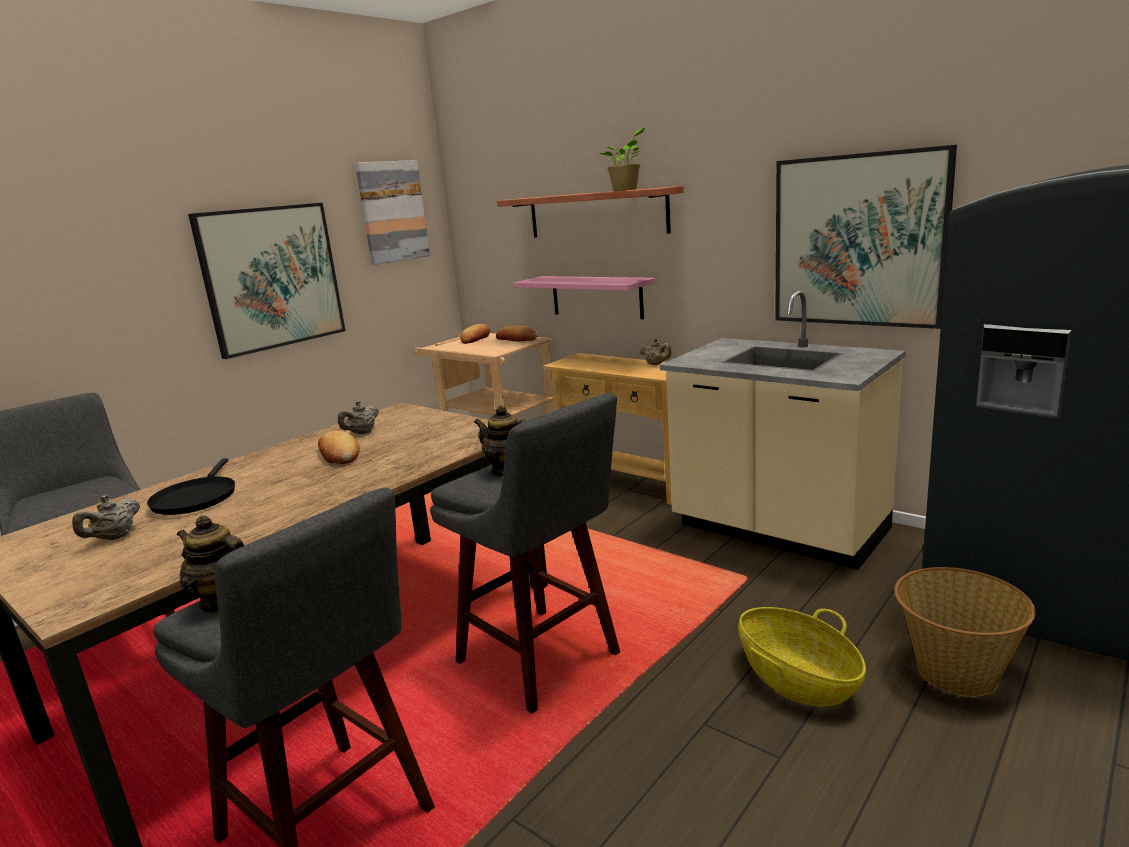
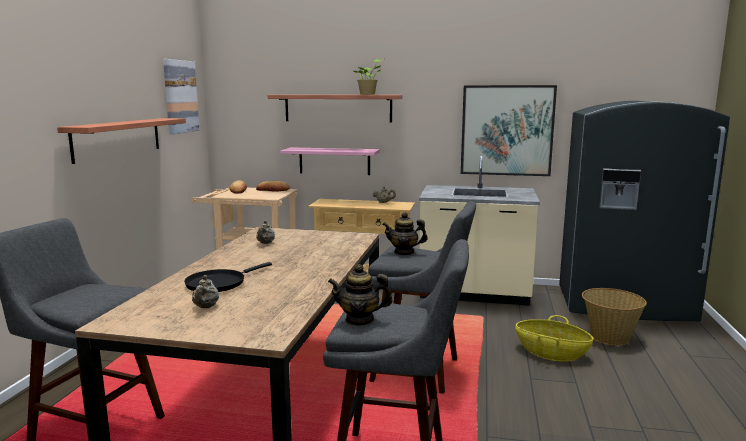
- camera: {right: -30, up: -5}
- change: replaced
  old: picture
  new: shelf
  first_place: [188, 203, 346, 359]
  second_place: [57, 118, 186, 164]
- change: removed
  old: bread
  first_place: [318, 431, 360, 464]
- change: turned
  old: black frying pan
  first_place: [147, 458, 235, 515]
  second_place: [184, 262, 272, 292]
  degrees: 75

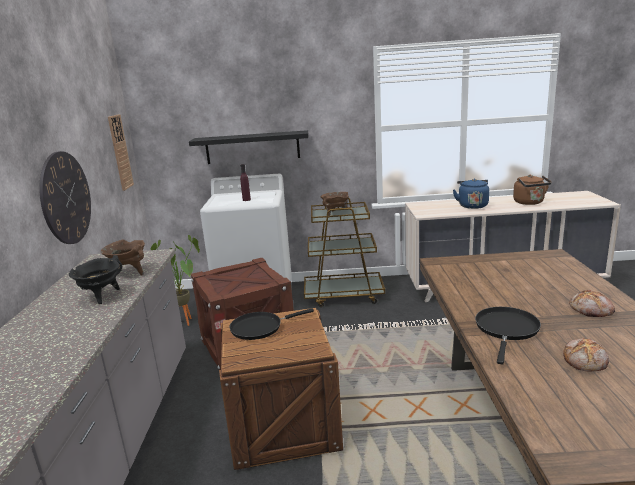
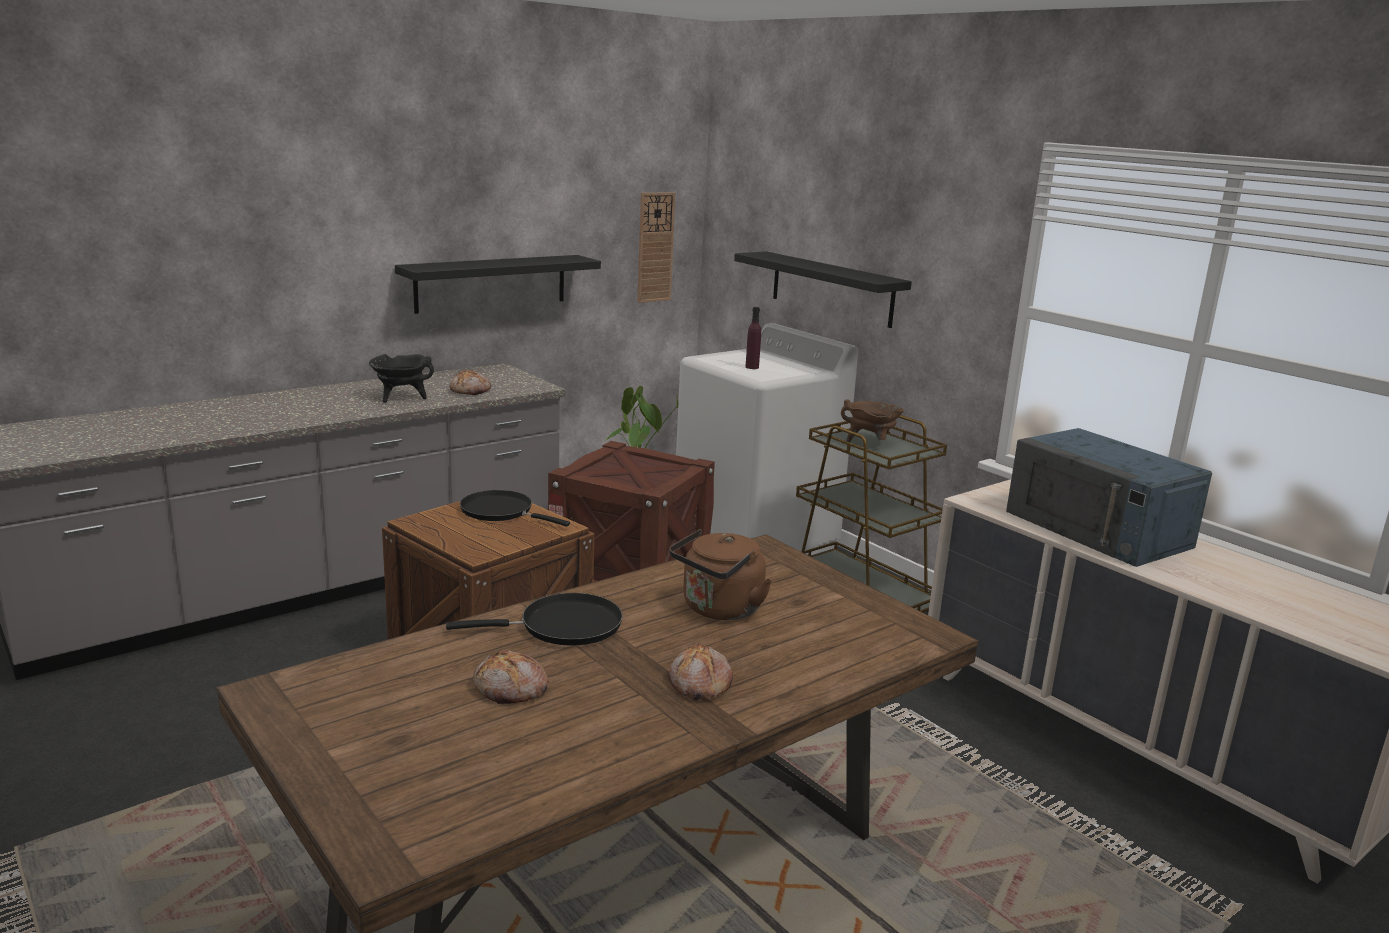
- camera: {right: 50, up: 0}
- change: replaced
  old: wall clock
  new: black shelf
  first_place: [39, 151, 91, 244]
  second_place: [395, 255, 601, 314]
- change: moved
  old: brown kettle
  first_place: [513, 175, 552, 205]
  second_place: [669, 529, 772, 620]
- change: replaced
  old: blue kettle
  new: blue microwave
  first_place: [453, 178, 489, 209]
  second_place: [1006, 428, 1212, 567]
- change: replaced
  old: brown cooking pot
  new: bread
  first_place: [101, 239, 145, 275]
  second_place: [450, 370, 491, 395]

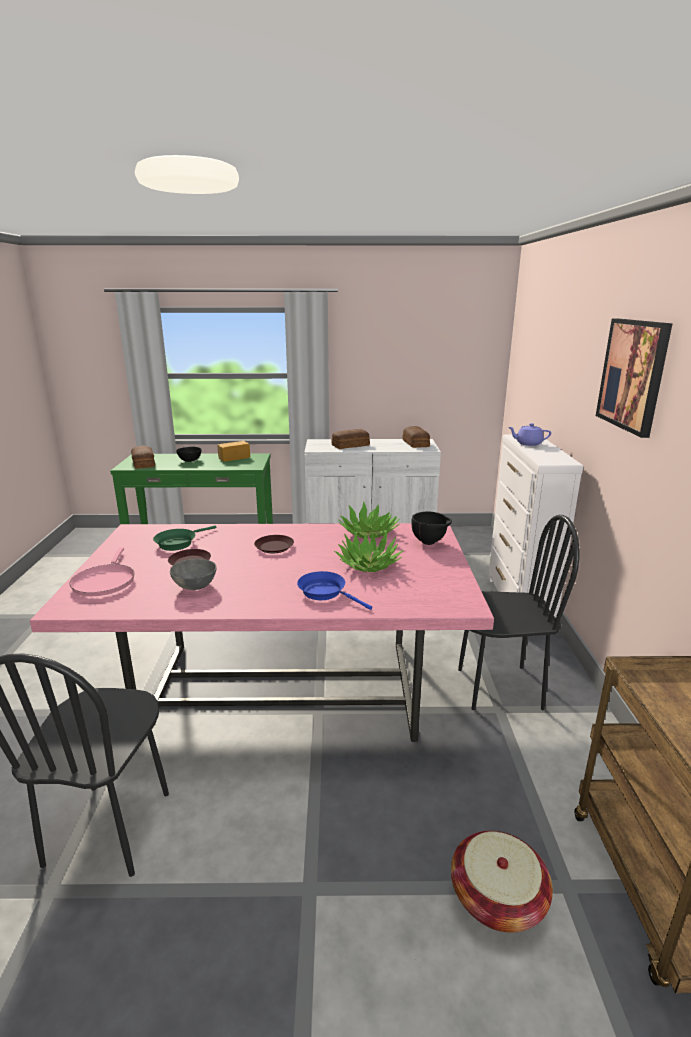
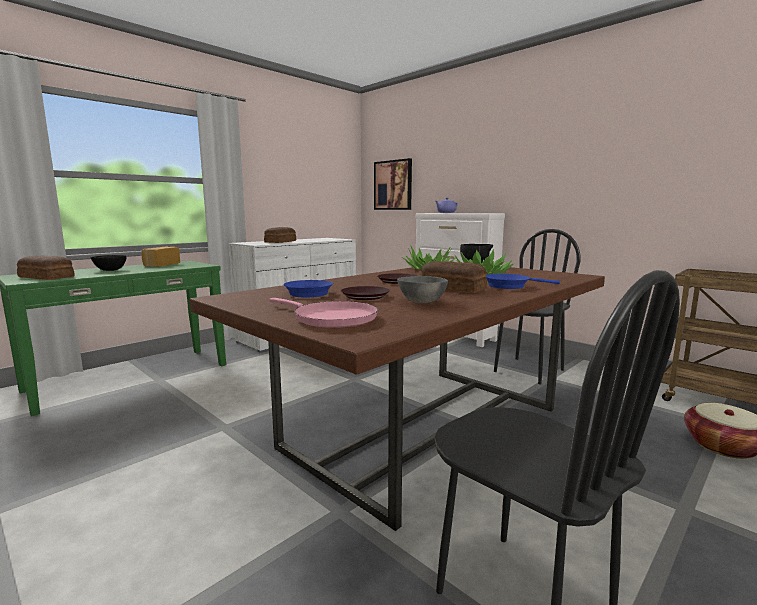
- camera: {right: -45, up: -10}
- change: moved
  old: picture
  first_place: [596, 319, 673, 438]
  second_place: [374, 158, 412, 210]
- change: moved
  old: bread
  first_place: [402, 426, 430, 448]
  second_place: [421, 261, 487, 293]
- change: recoloured
  old: pink dining table
  new: brown dining table
  first_place: [30, 523, 494, 742]
  second_place: [189, 267, 605, 531]
- change: recoloured
  old: green frying pan
  new: blue frying pan
  first_place: [153, 525, 216, 551]
  second_place: [283, 280, 333, 297]

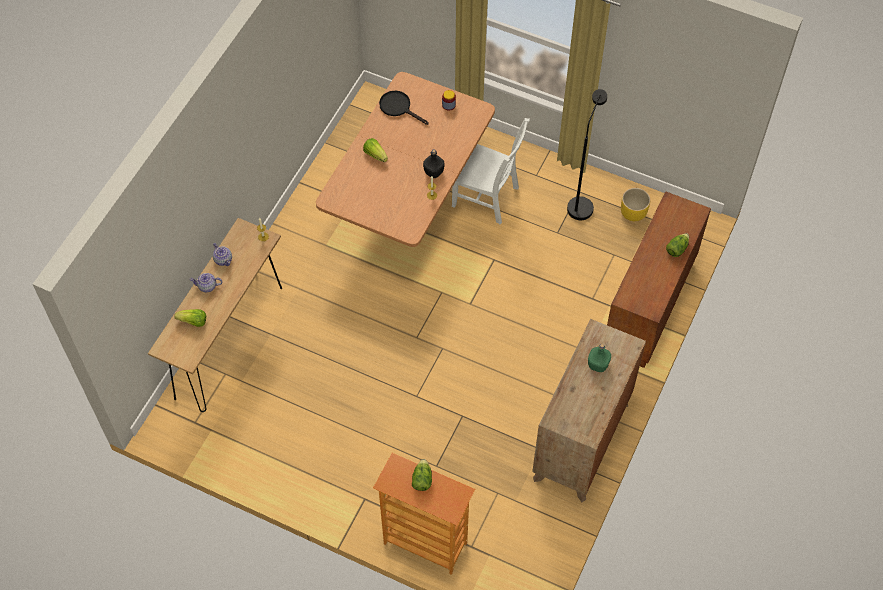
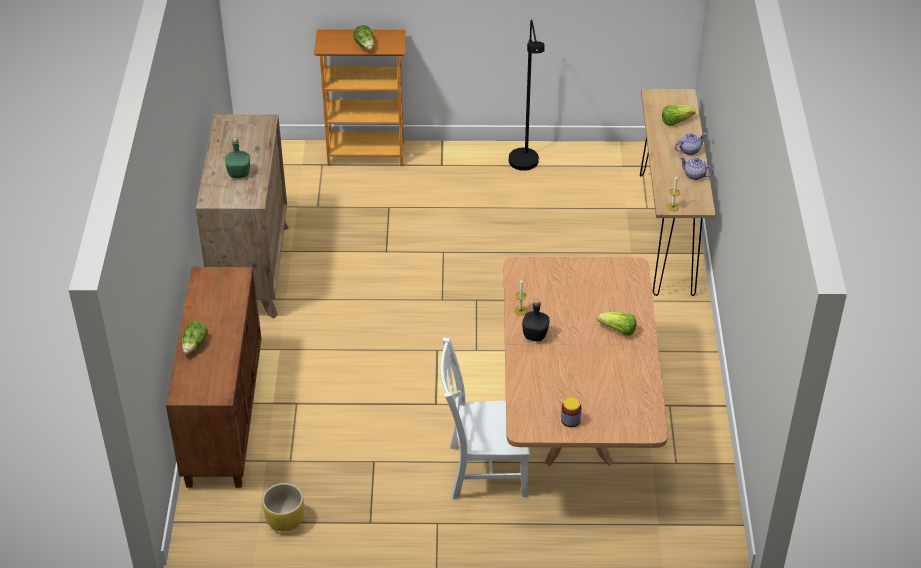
- camera: {right: 155, up: -15}
- change: moved
  old: black floor lamp
  first_place: [567, 89, 607, 220]
  second_place: [509, 19, 545, 171]
- change: removed
  old: black frying pan
  first_place: [379, 91, 429, 125]

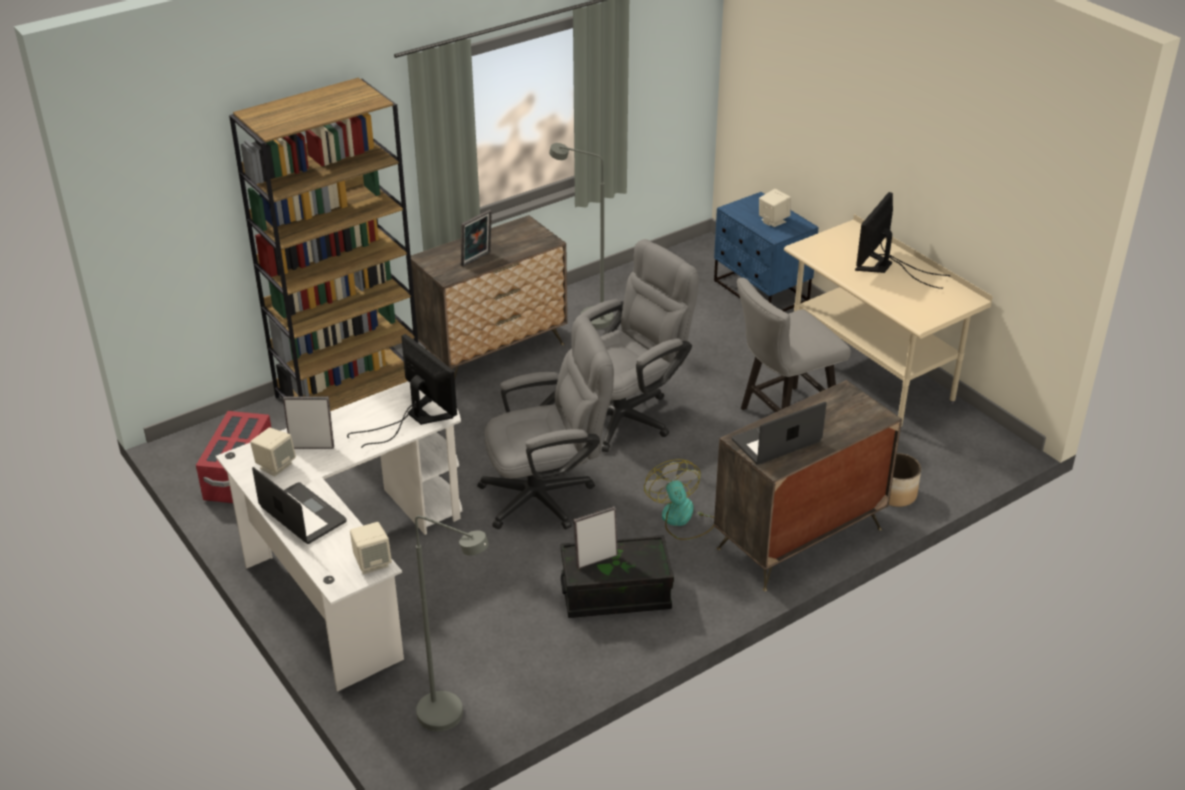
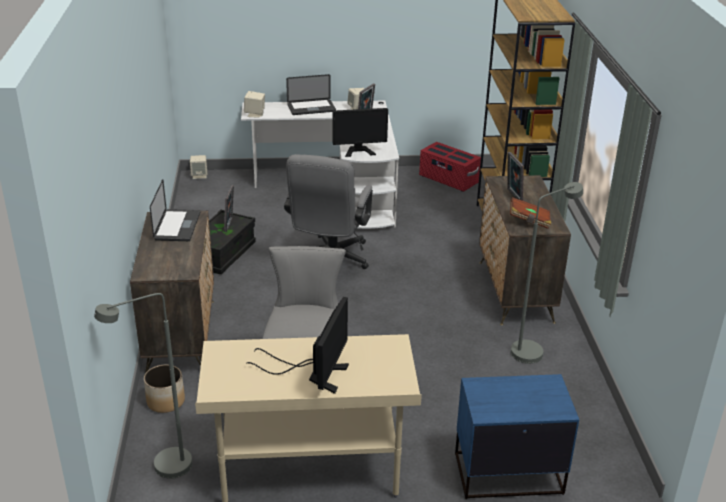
- camera: {right: 120, up: -5}
- change: moved
  old: beige speaker
  first_place: [759, 189, 791, 227]
  second_place: [190, 155, 207, 179]
- change: turned
  old: monitor
  first_place: [855, 192, 950, 289]
  second_place: [246, 297, 349, 394]
  degrees: 45
- change: removed
  old: grey office chair
  first_place: [576, 239, 699, 452]
- change: removed
  old: fan
  first_place: [644, 459, 714, 540]
- change: moved
  old: grey floor lamp
  first_place: [415, 516, 489, 732]
  second_place: [94, 293, 192, 479]
- change: added
  new: brown book
  second_place: [510, 197, 551, 229]

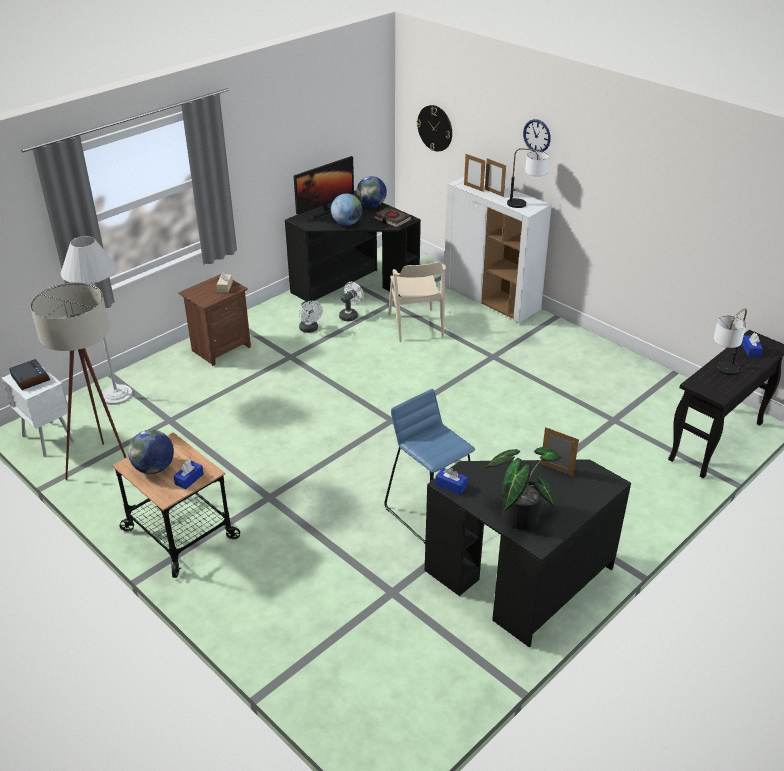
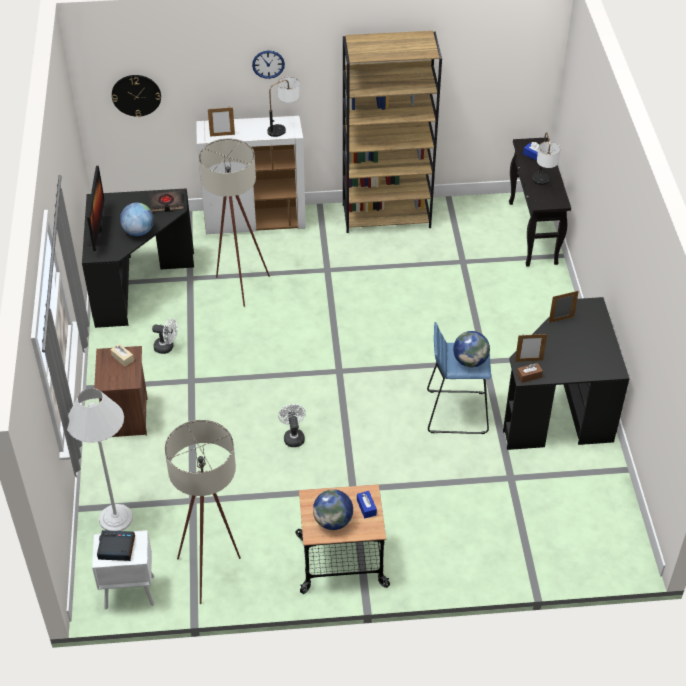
- camera: {right: -50, up: 10}
- change: moved
  old: picture frame
  first_place: [485, 158, 506, 197]
  second_place: [515, 333, 547, 362]
- change: moved
  old: globe
  first_place: [356, 176, 387, 207]
  second_place: [453, 331, 490, 367]
- change: replaced
  old: beige chair
  new: beige floor lamp
  first_place: [388, 262, 446, 342]
  second_place: [199, 138, 270, 307]
- change: moved
  old: white fan
  first_place: [339, 282, 364, 321]
  second_place: [278, 404, 306, 447]
- change: removed
  old: potted plant
  first_place: [485, 447, 561, 530]
- change: recoloured
  old: blue tissue box
  new: brown tissue box
  first_place: [435, 468, 468, 495]
  second_place: [517, 363, 543, 383]
- change: added
  new: brown bookcase
  second_place: [343, 31, 442, 233]

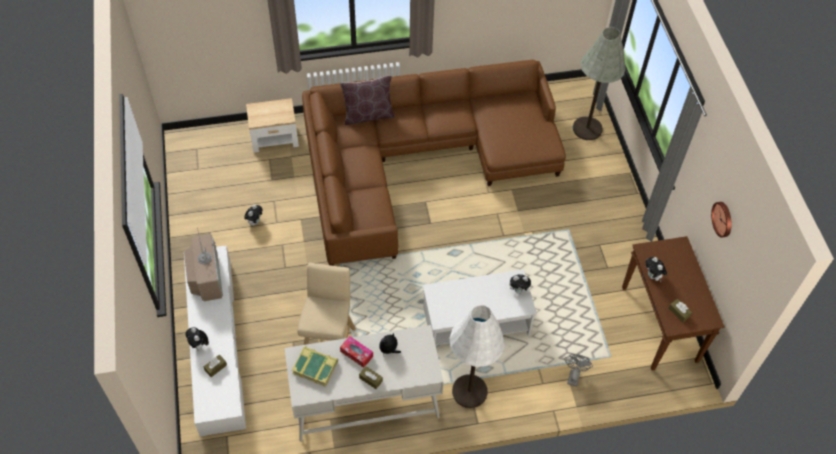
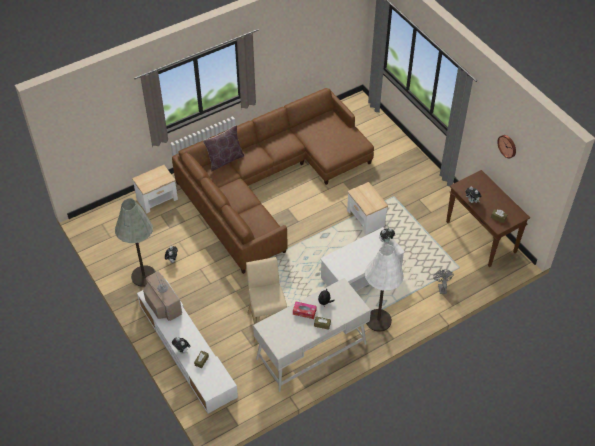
- camera: {right: -20, up: -5}
- change: moved
  old: grey floor lamp
  first_place: [573, 27, 625, 140]
  second_place: [115, 198, 156, 287]
- change: removed
  old: book
  first_place: [292, 346, 338, 387]
- change: added
  new: side table
  second_place: [347, 182, 388, 235]

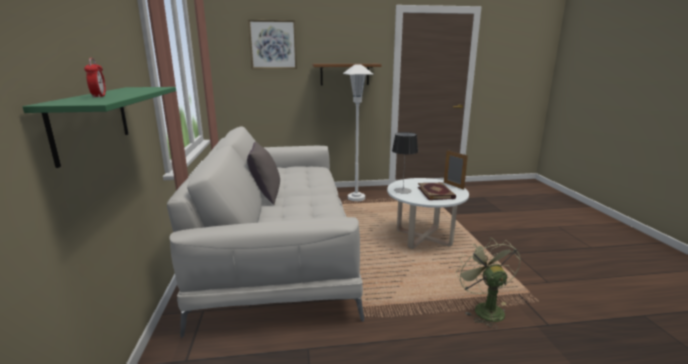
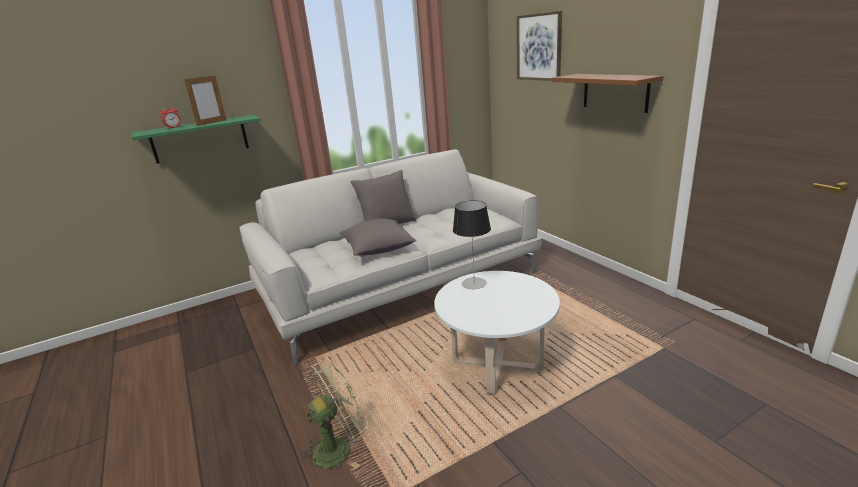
- camera: {right: 70, up: 5}
- change: removed
  old: white floor lamp
  first_place: [343, 65, 374, 201]
- change: moved
  old: picture frame
  first_place: [444, 150, 468, 190]
  second_place: [184, 74, 226, 126]
- change: removed
  old: book
  first_place: [418, 182, 456, 200]
- change: added
  new: grey pillow
  second_place: [339, 219, 416, 256]

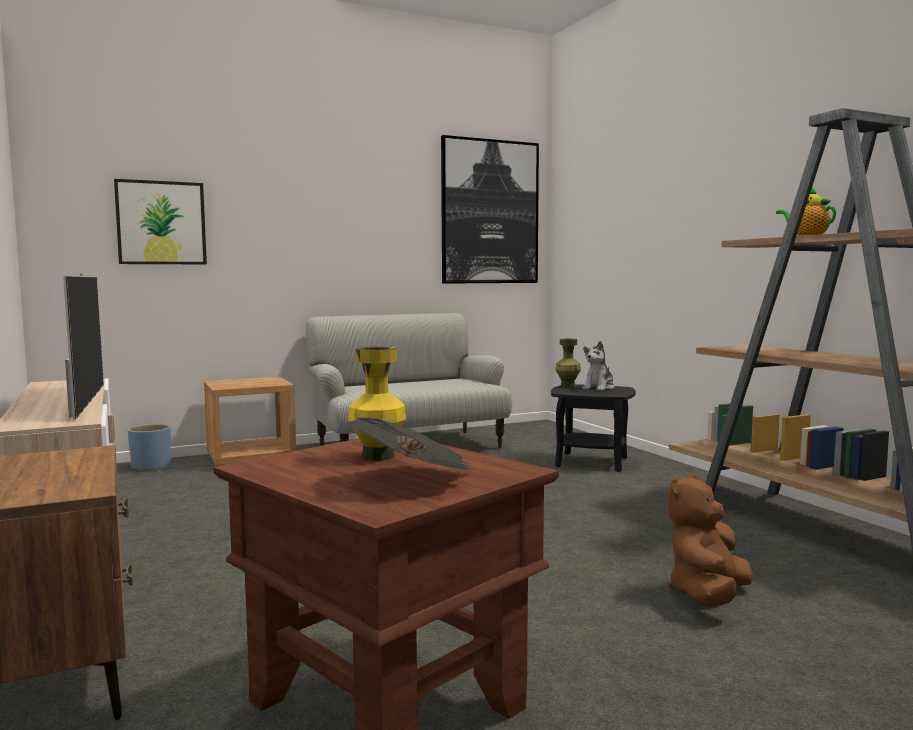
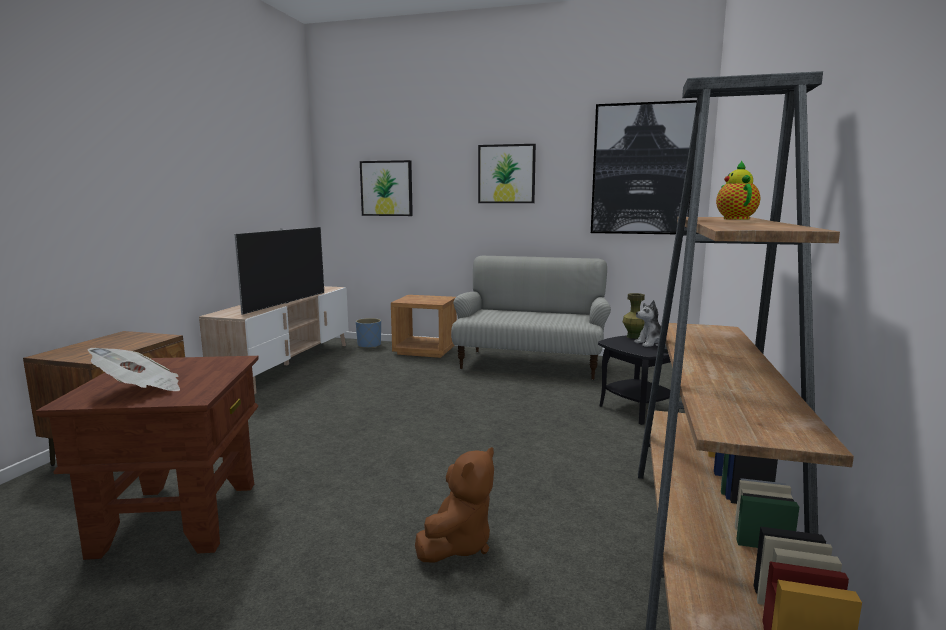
- camera: {right: 40, up: 5}
- change: removed
  old: yellow vase
  first_place: [348, 347, 406, 461]
- change: turned
  old: brown plush toy
  first_place: [668, 473, 753, 608]
  second_place: [415, 447, 494, 563]
  degrees: 135
- change: added
  new: picture
  second_place: [478, 144, 536, 203]

